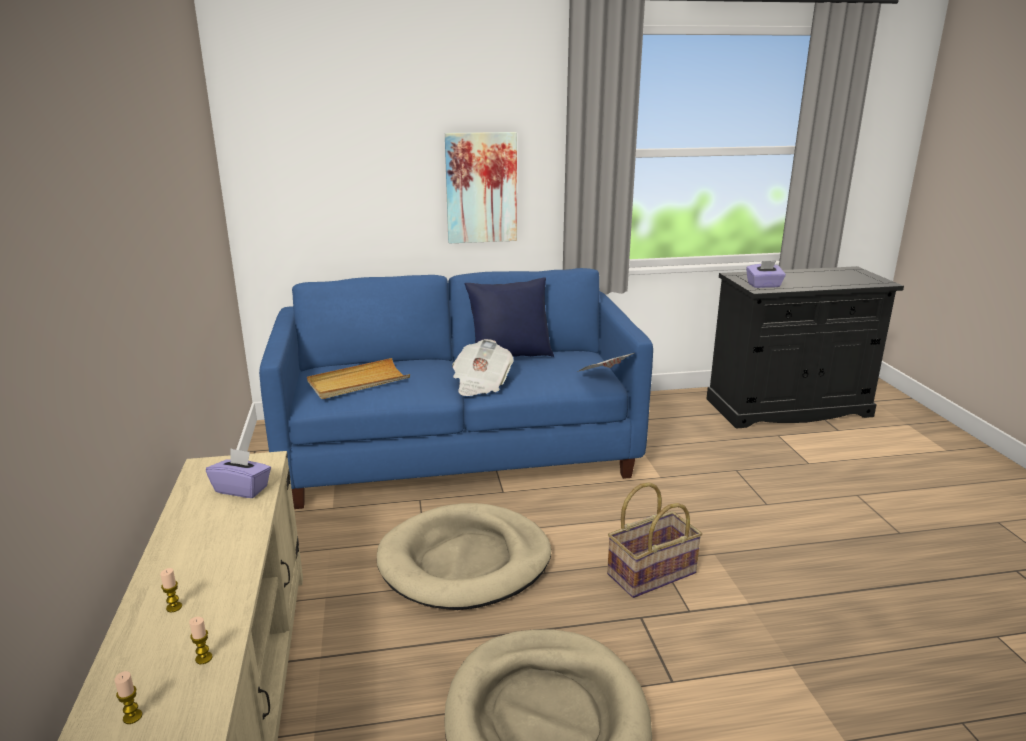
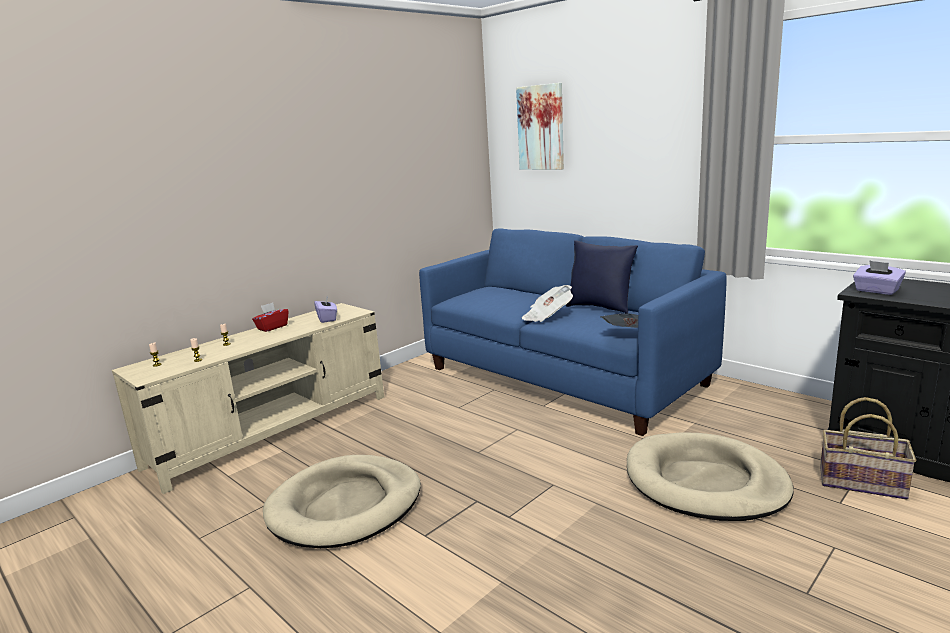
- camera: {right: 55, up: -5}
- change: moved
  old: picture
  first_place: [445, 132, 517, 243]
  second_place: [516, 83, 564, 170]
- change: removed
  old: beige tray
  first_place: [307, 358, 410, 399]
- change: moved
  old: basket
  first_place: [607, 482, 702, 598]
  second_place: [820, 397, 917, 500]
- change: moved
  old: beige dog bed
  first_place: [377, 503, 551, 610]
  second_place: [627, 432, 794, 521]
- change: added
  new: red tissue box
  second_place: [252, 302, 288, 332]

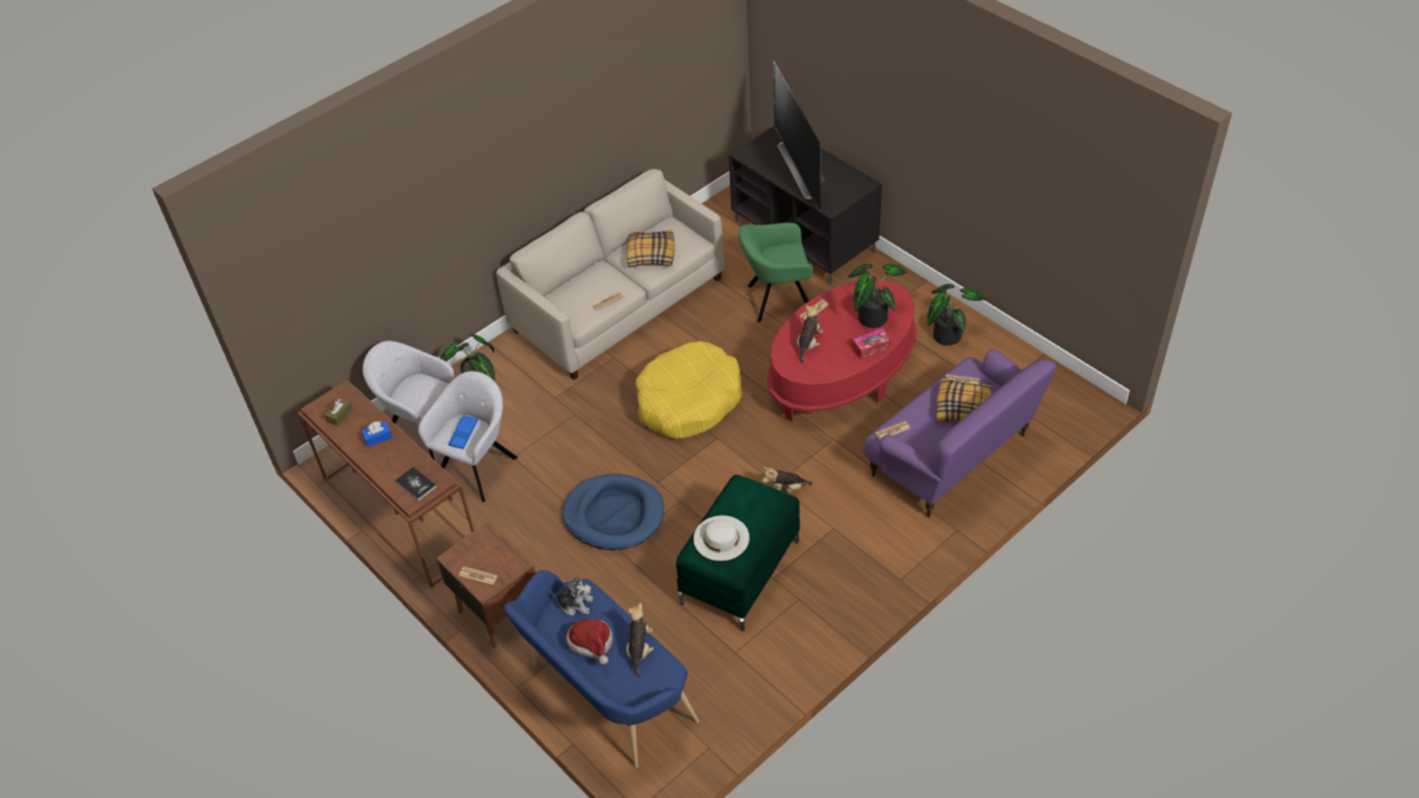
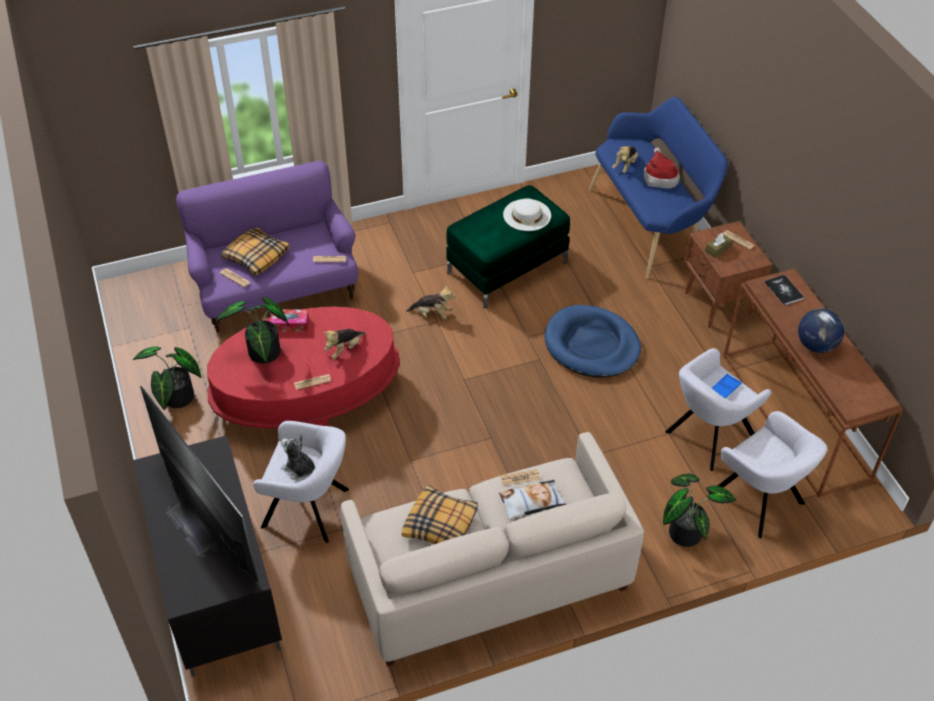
- camera: {right: -160, up: 0}
- change: turned
  old: television
  first_place: [773, 61, 825, 211]
  second_place: [140, 386, 258, 583]
  degrees: -45
- change: recoloured
  old: green armchair
  new: grey armchair
  first_place: [739, 223, 813, 323]
  second_place: [253, 421, 349, 543]
- change: removed
  old: yellow dog bed
  first_place: [636, 341, 742, 439]
- change: moved
  old: brown tissue box
  first_place: [324, 398, 353, 426]
  second_place: [705, 233, 732, 258]
- change: replaced
  old: blue tissue box
  new: globe
  first_place: [362, 422, 393, 447]
  second_place: [798, 308, 844, 353]
- change: moved
  old: plush toy
  first_place: [550, 576, 593, 616]
  second_place: [281, 434, 315, 481]
- change: added
  new: pillow
  second_place: [499, 480, 566, 519]

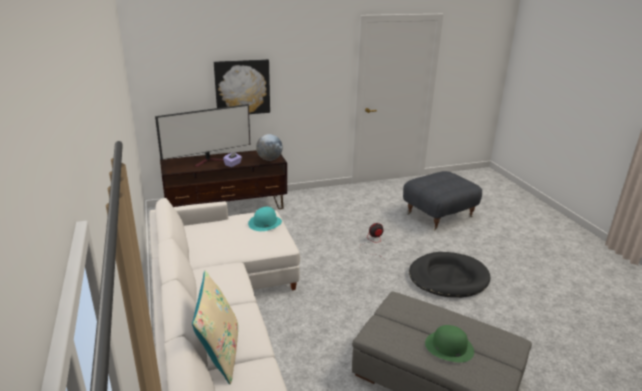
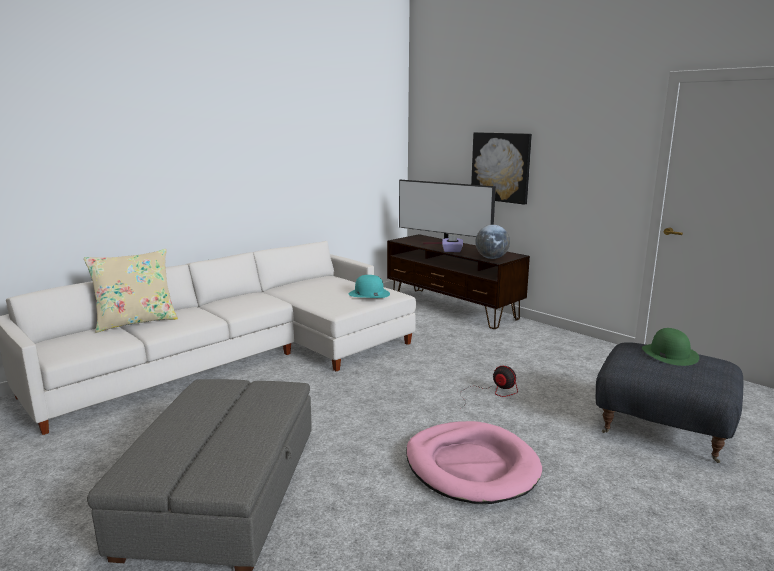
- camera: {right: 65, up: -10}
- change: recoloured
  old: black dog bed
  new: pink dog bed
  first_place: [409, 252, 490, 298]
  second_place: [406, 421, 542, 504]
- change: moved
  old: green hat
  first_place: [425, 325, 474, 363]
  second_place: [642, 328, 699, 366]

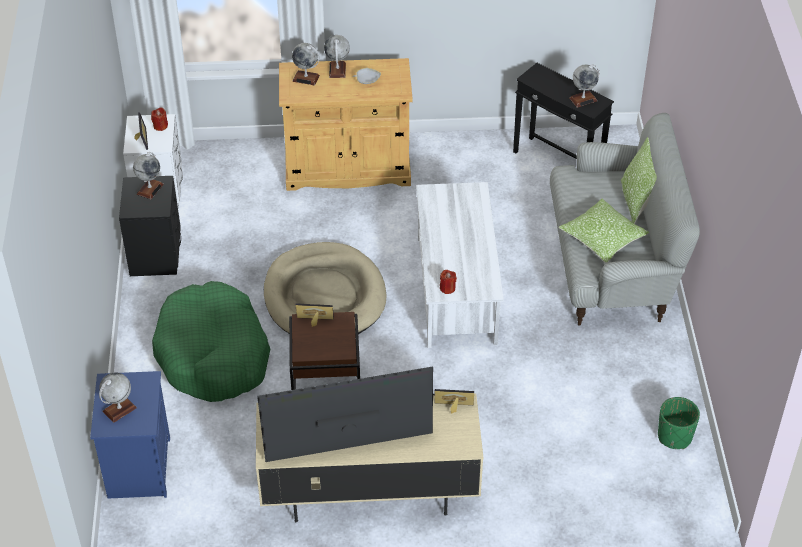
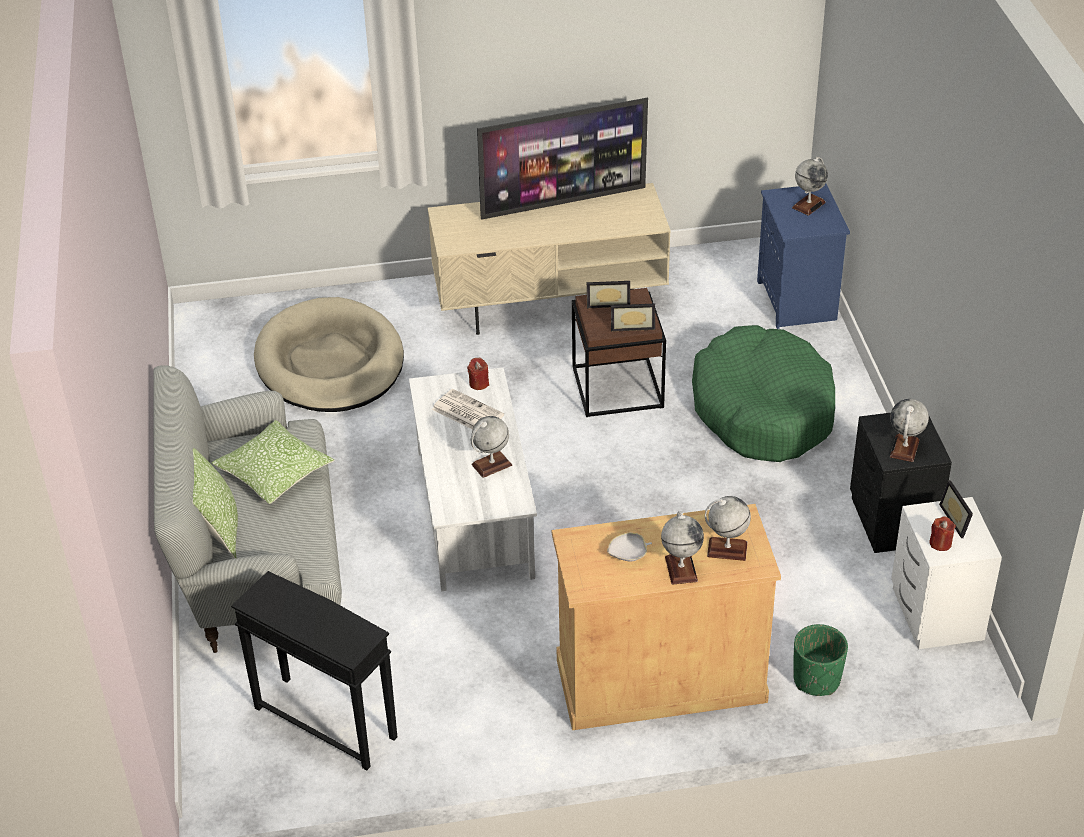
- camera: {right: 175, up: -5}
- change: moved
  old: globe
  first_place: [569, 64, 599, 108]
  second_place: [471, 416, 512, 478]
- change: moved
  old: beige dog bed
  first_place: [264, 242, 387, 336]
  second_place: [254, 297, 404, 412]
- change: moved
  old: picture frame
  first_place: [434, 389, 474, 414]
  second_place: [587, 281, 630, 308]
- change: moved
  old: green planter
  first_place: [658, 397, 700, 449]
  second_place: [793, 624, 848, 696]
- change: added
  new: newspaper
  second_place: [432, 389, 504, 429]

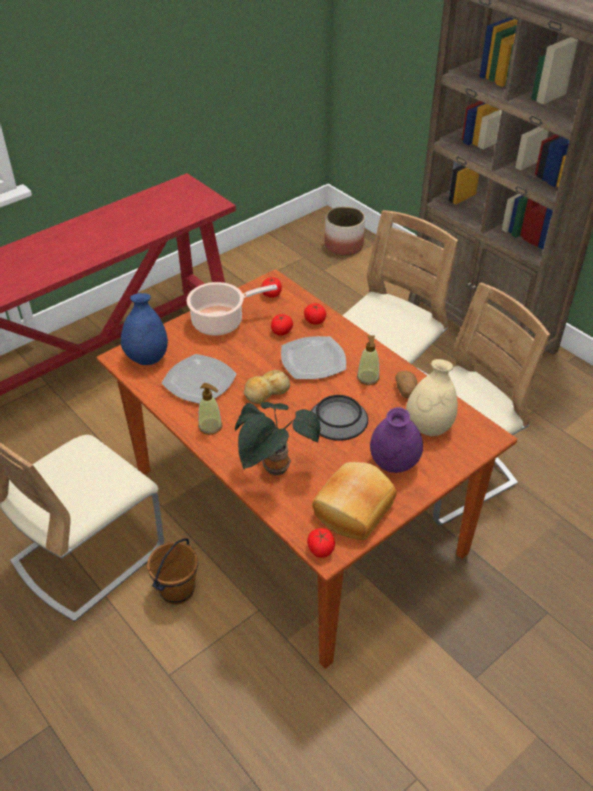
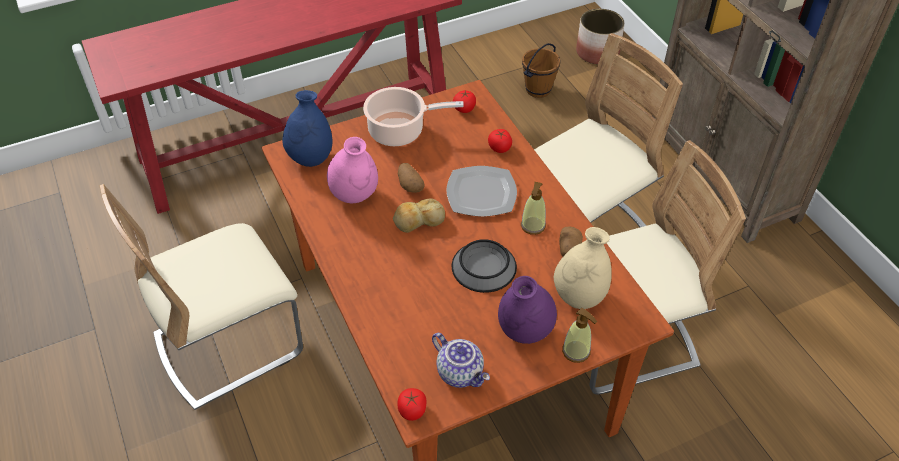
- camera: {right: 15, up: 5}
- change: removed
  old: tomato
  first_place: [271, 314, 293, 336]
- change: replaced
  old: plate
  new: pink vase
  first_place: [162, 354, 237, 404]
  second_place: [327, 137, 378, 203]
- change: moved
  old: soap dispenser
  first_place: [198, 383, 222, 435]
  second_place: [562, 308, 597, 363]
- change: removed
  old: potted plant
  first_place: [235, 402, 320, 475]
- change: replaced
  old: bread
  new: teapot
  first_place: [312, 462, 397, 540]
  second_place: [432, 333, 490, 388]
- change: moved
  old: brown bucket
  first_place: [147, 538, 198, 605]
  second_place: [522, 43, 561, 98]
- change: added
  new: potato
  second_place: [398, 163, 425, 193]

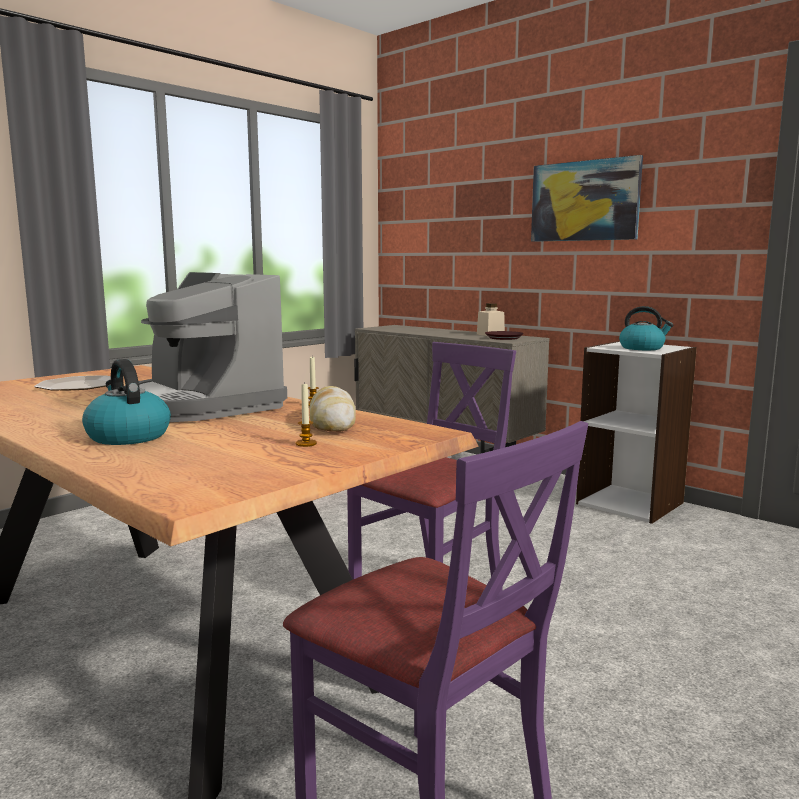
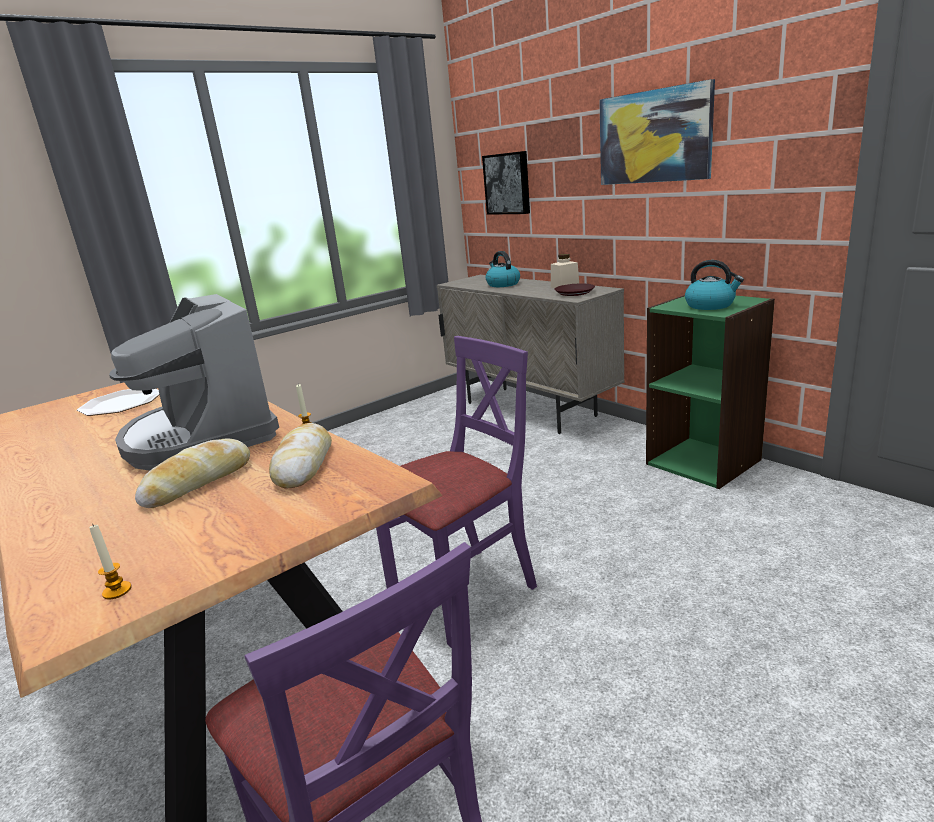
- camera: {right: 10, up: 10}
- change: recoloured
  old: white bookcase
  new: green bookcase
  first_place: [576, 341, 697, 524]
  second_place: [646, 295, 775, 489]
- change: moved
  old: kettle
  first_place: [82, 359, 171, 445]
  second_place: [486, 251, 520, 287]
- change: moved
  old: candle
  first_place: [296, 382, 317, 447]
  second_place: [89, 523, 132, 600]
- change: added
  new: picture
  second_place: [482, 151, 530, 215]
- change: added
  new: bread
  second_place: [135, 438, 250, 508]

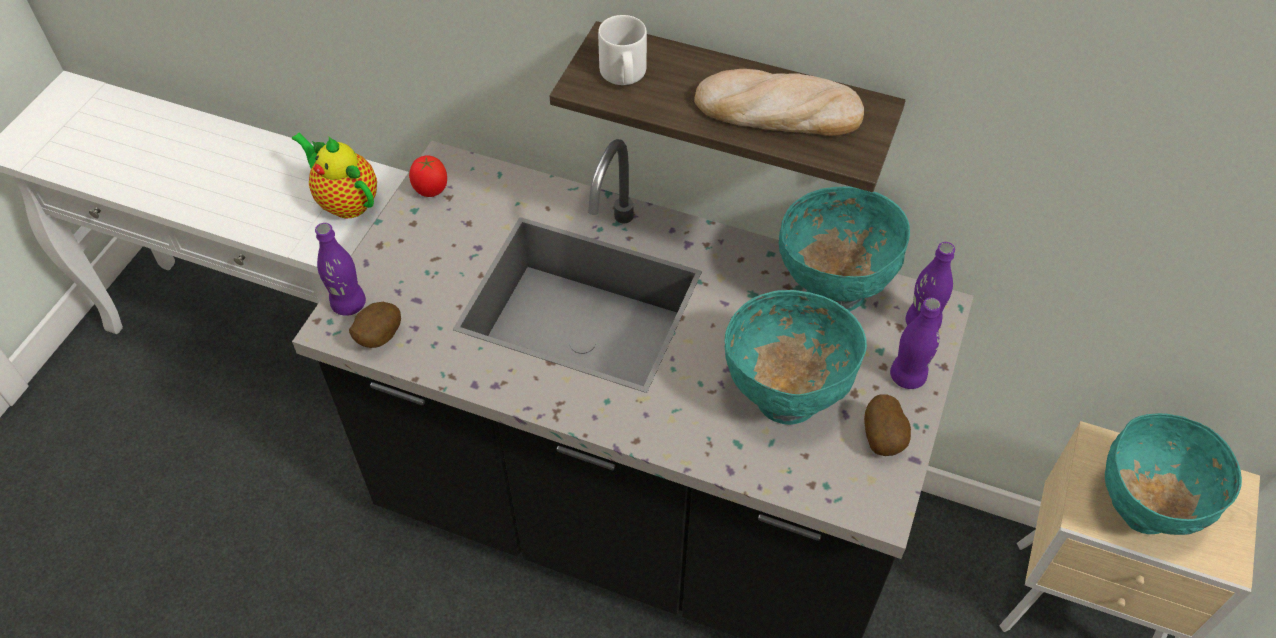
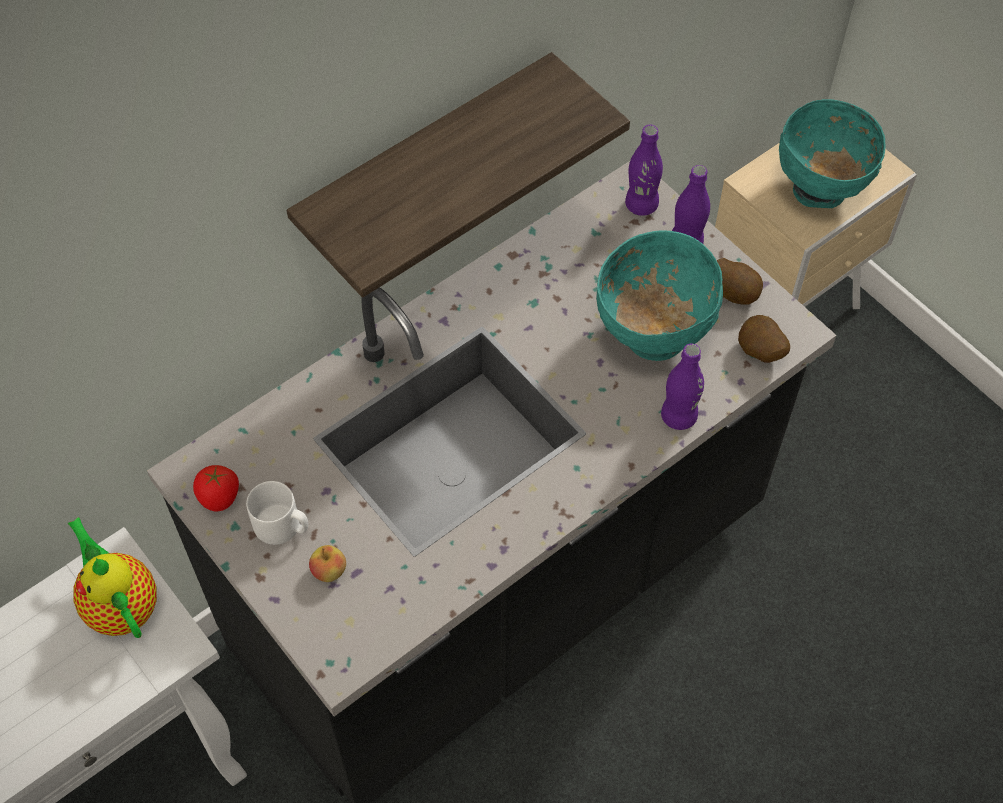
- camera: {right: -60, up: 5}
- change: moved
  old: white mug
  first_place: [598, 15, 647, 85]
  second_place: [246, 481, 308, 545]
- change: removed
  old: bread
  first_place: [694, 69, 864, 136]
- change: turned
  old: teapot
  first_place: [292, 132, 377, 218]
  second_place: [68, 517, 157, 638]
  degrees: 75
- change: removed
  old: turquoise bowl
  first_place: [779, 186, 910, 311]
- change: moved
  old: purple bottle
  first_place: [315, 223, 366, 316]
  second_place: [661, 343, 704, 430]
- change: moved
  old: potato
  first_place: [349, 302, 401, 348]
  second_place: [738, 315, 790, 363]
- change: added
  new: apple
  second_place: [309, 545, 346, 582]

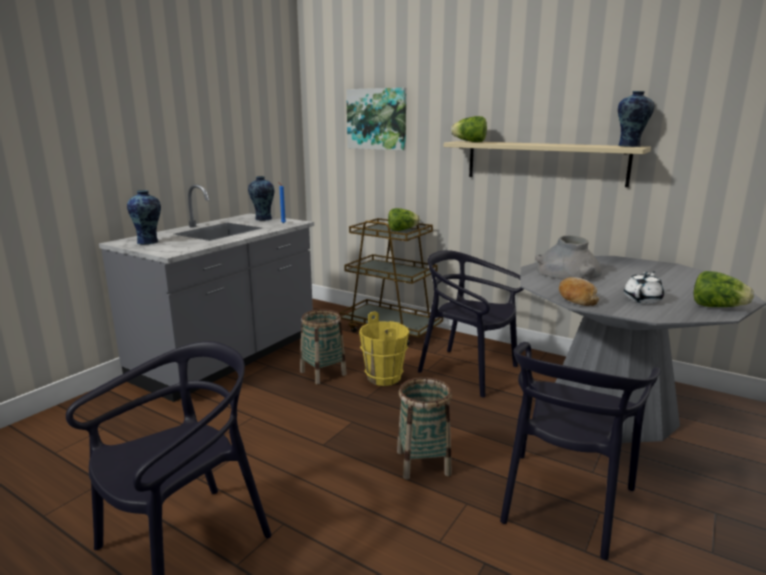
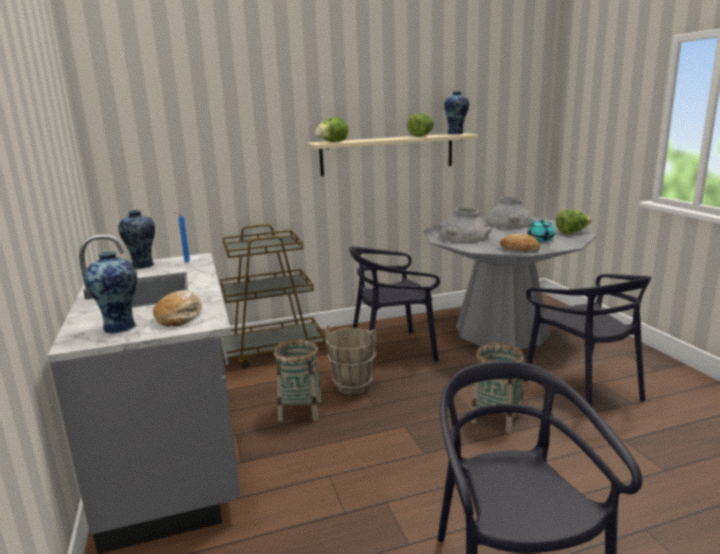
- camera: {right: -50, up: 0}
- change: removed
  old: picture
  first_place: [346, 88, 406, 151]
- change: moved
  old: lettuce
  first_place: [388, 208, 420, 231]
  second_place: [407, 113, 434, 137]
- change: recoloured
  old: white teapot
  new: turquoise teapot
  first_place: [624, 272, 664, 304]
  second_place: [527, 219, 555, 241]
- change: recoloured
  old: yellow bucket
  new: brown bucket
  first_place: [359, 311, 409, 386]
  second_place: [325, 325, 376, 395]
- change: added
  new: grey vase
  second_place: [485, 197, 532, 228]
- change: added
  new: bread
  second_place: [153, 290, 202, 326]

